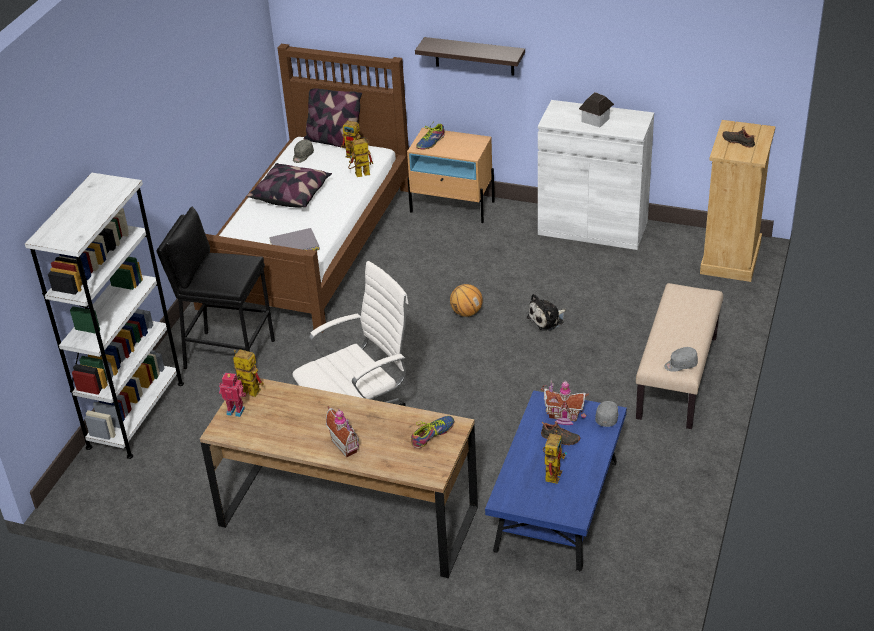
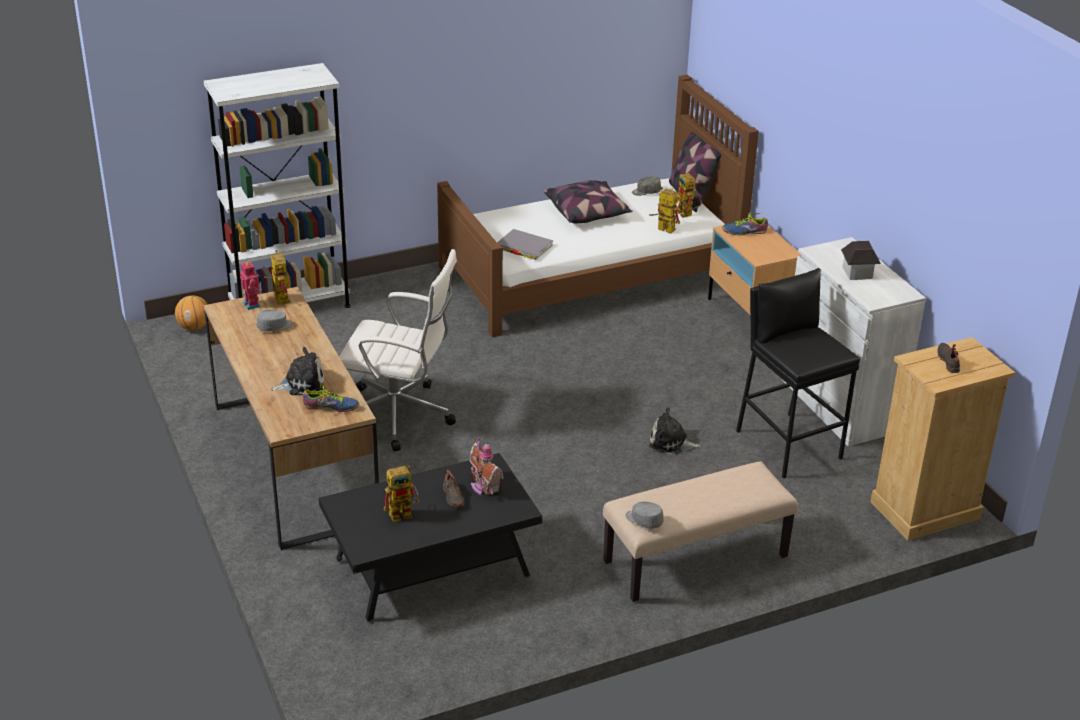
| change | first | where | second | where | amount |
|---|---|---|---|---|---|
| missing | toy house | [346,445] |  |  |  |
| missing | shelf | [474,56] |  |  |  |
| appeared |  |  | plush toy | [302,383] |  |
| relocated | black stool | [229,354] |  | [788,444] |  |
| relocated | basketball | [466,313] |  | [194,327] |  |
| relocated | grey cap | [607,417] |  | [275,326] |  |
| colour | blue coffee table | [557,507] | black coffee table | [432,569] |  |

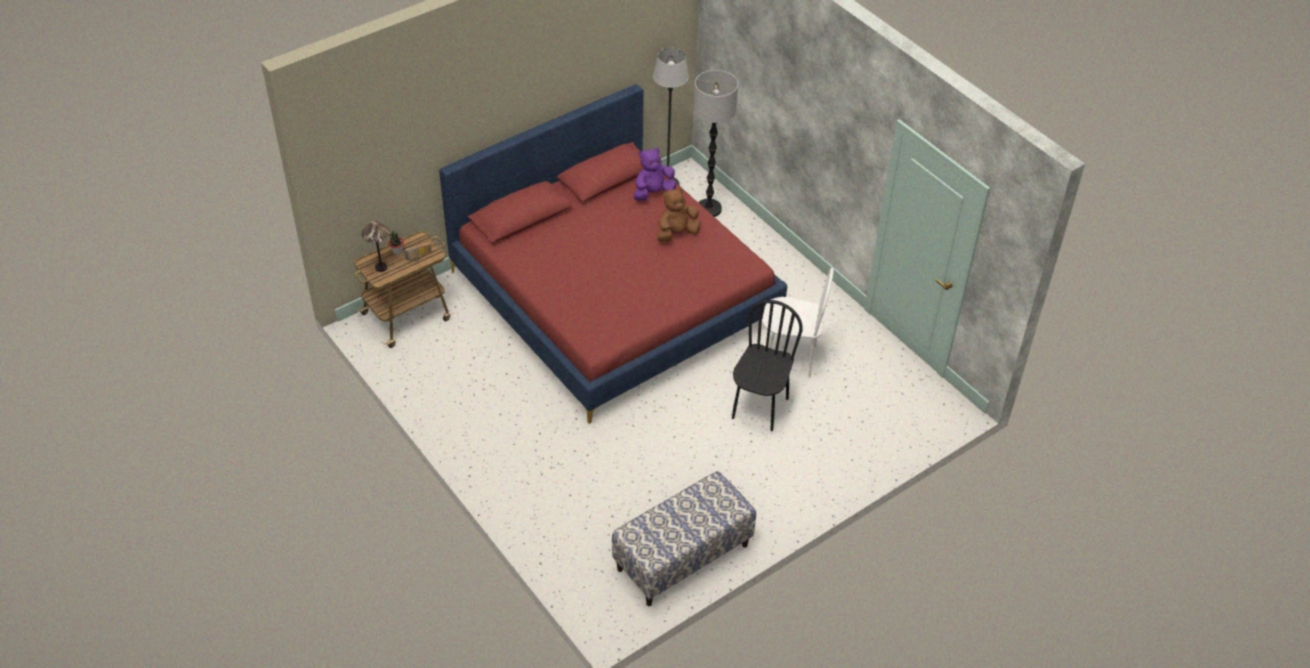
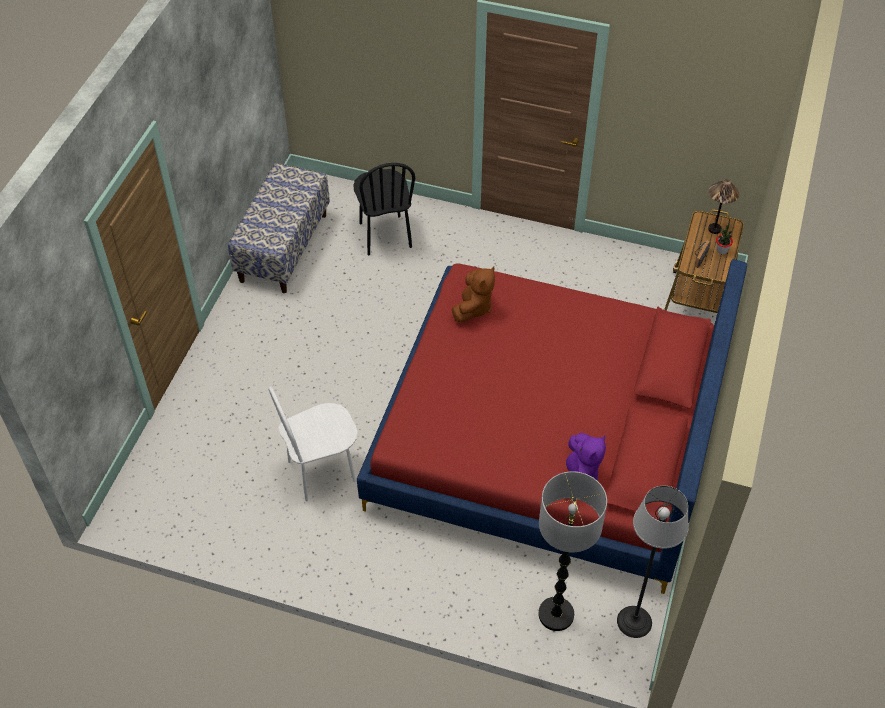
| change | first | where | second | where | amount |
|---|---|---|---|---|---|
| relocated | brown plush toy | [676,233] |  | [473,307] |  |
| relocated | black chair | [759,408] |  | [384,235] |  |

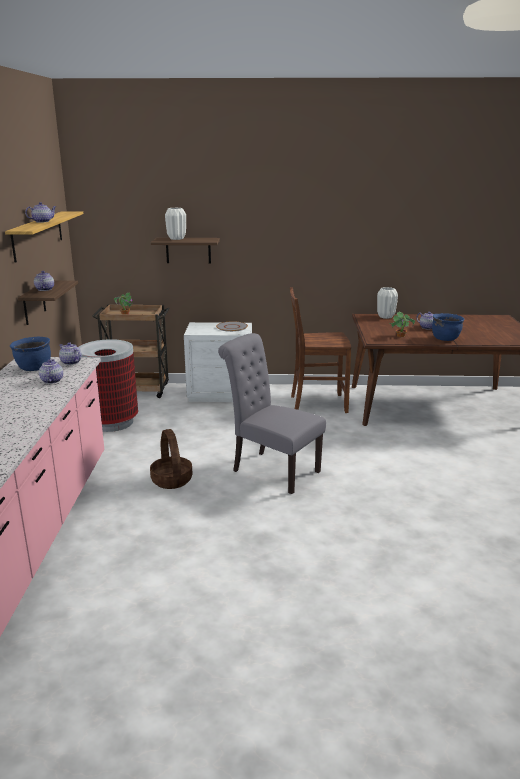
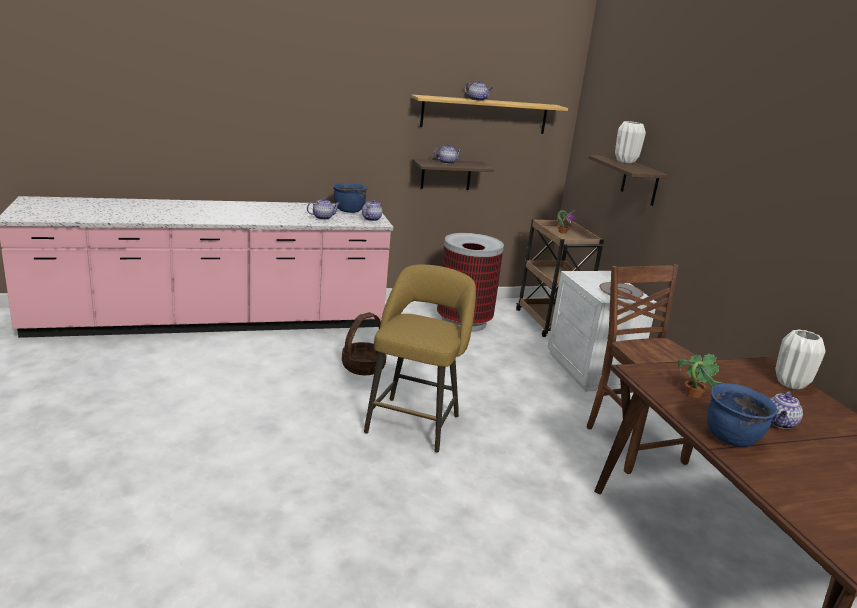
| change | first | where | second | where | amount |
|---|---|---|---|---|---|
| exchanged | grey chair | [271,470] | yellow stool | [414,421] |  |

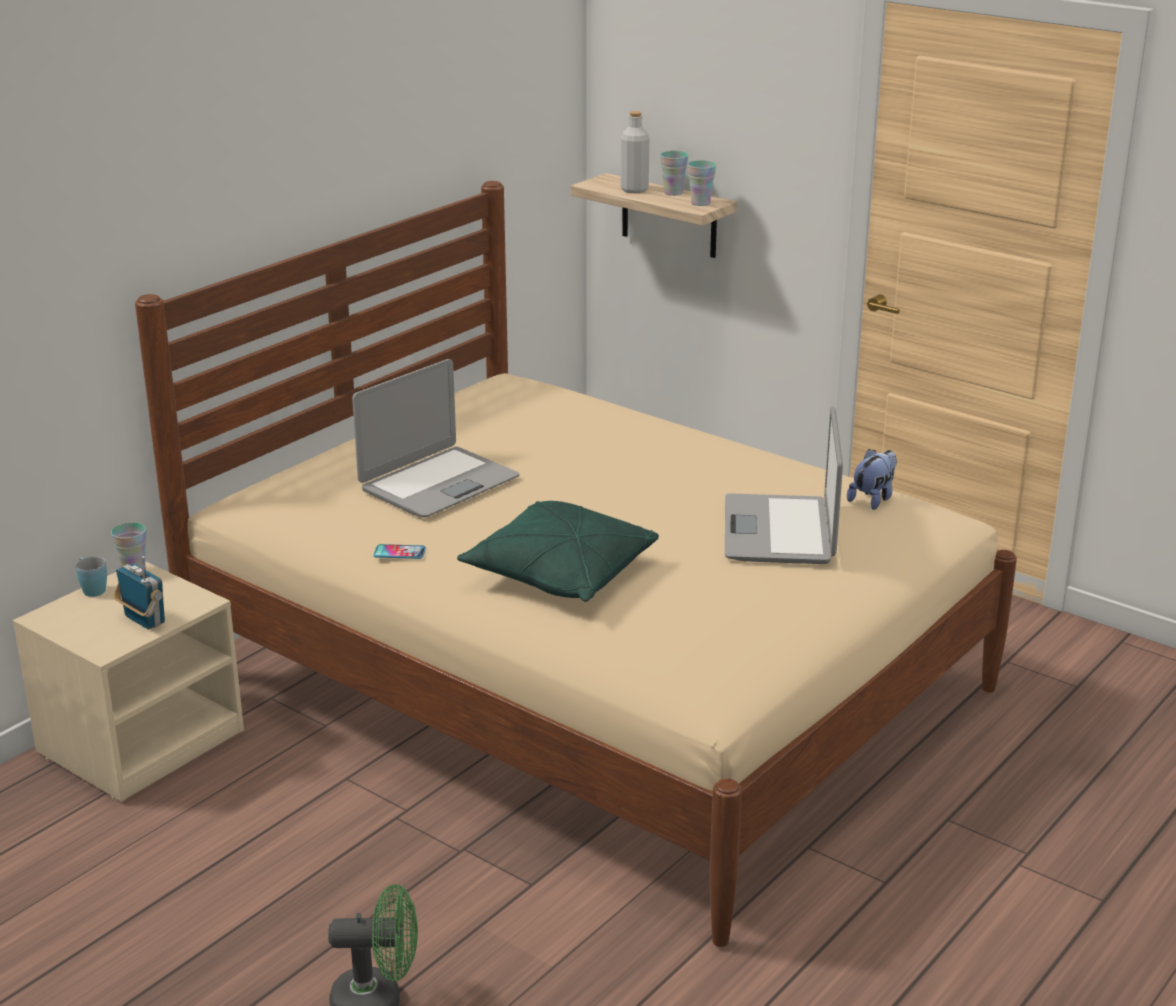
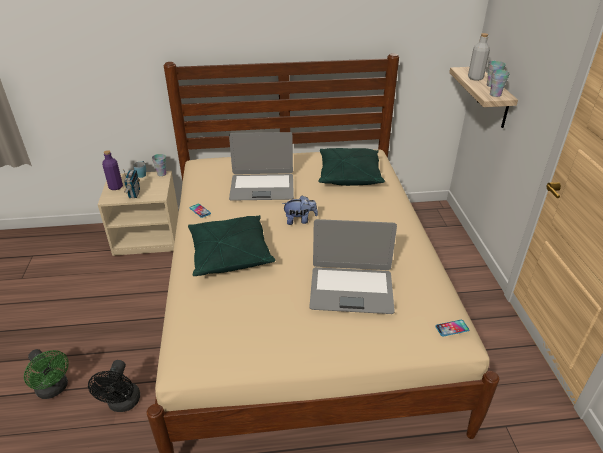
| change | first | where | second | where | amount |
|---|---|---|---|---|---|
| appeared |  |  | black fan | [123,404] |  |
| appeared |  |  | purple bottle | [115,187] |  |
| appeared |  |  | green pillow | [349,175] |  |
| appeared |  |  | phone | [452,328] |  |
| relocated | plush toy | [873,499] |  | [300,220] |  |
| spun | laptop | [780,531] |  | [351,290] | 135 degrees counterclockwise |

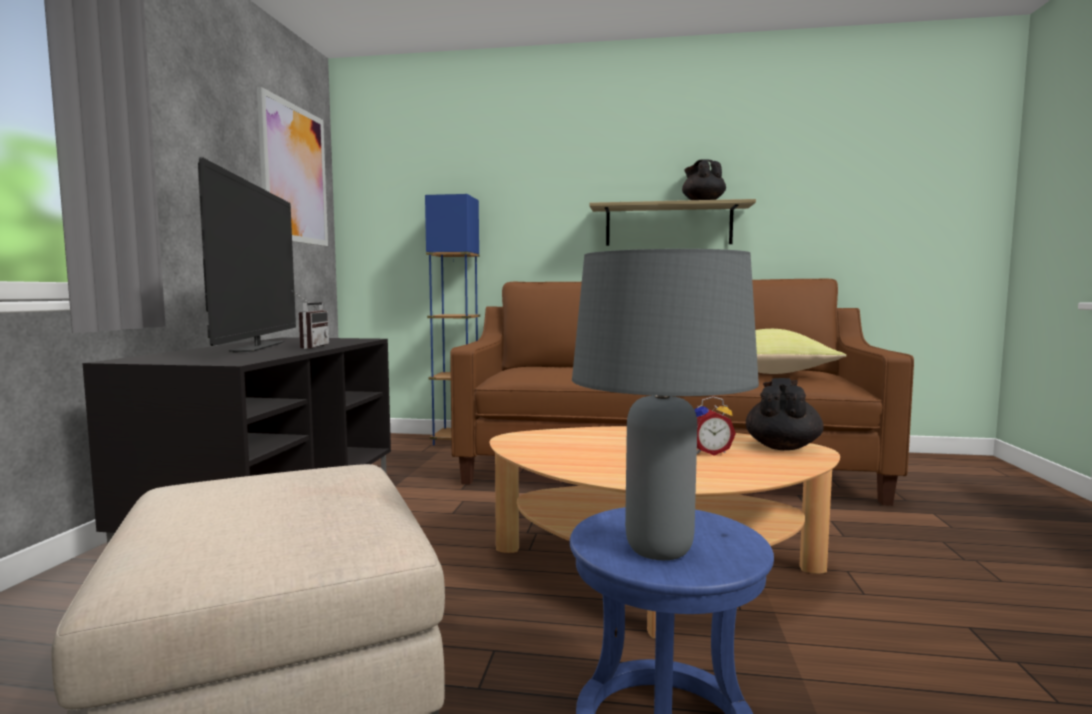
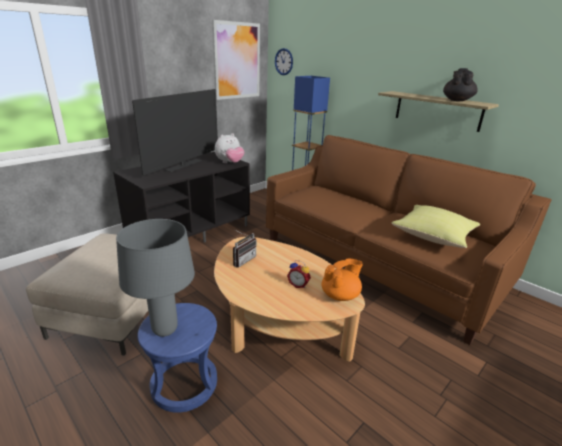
| change | first | where | second | where | amount |
|---|---|---|---|---|---|
| appeared |  |  | plush toy | [230,163] |  |
| appeared |  |  | wall clock | [284,61] |  |
| relocated | radio | [309,347] |  | [242,260] |  |
| colour | black teapot | [782,447] | orange teapot | [340,295] |  |

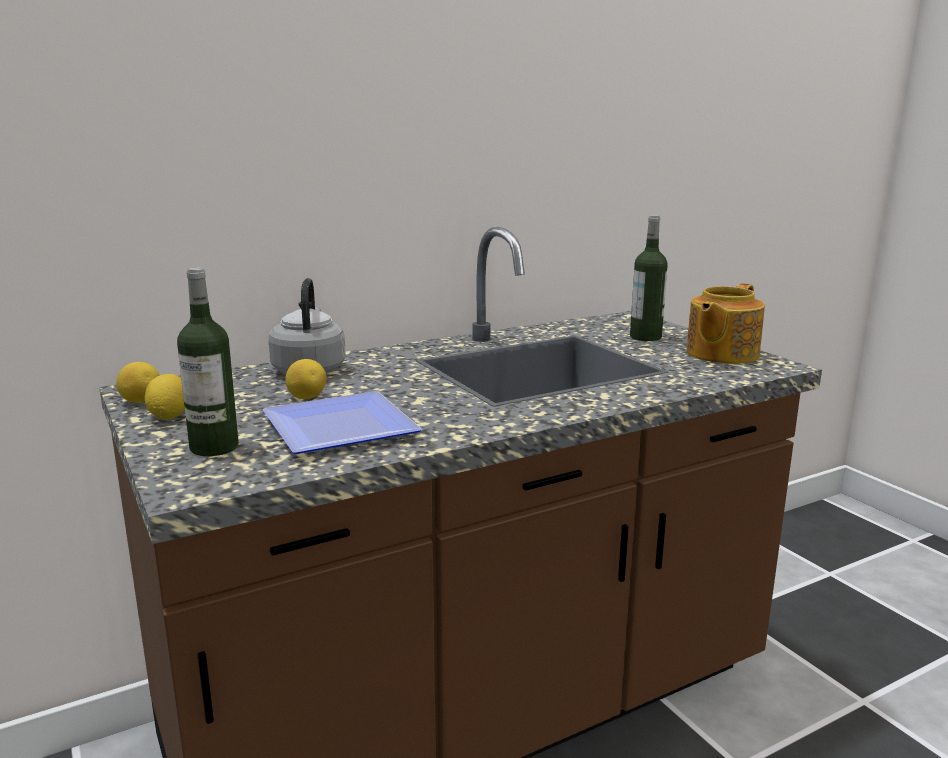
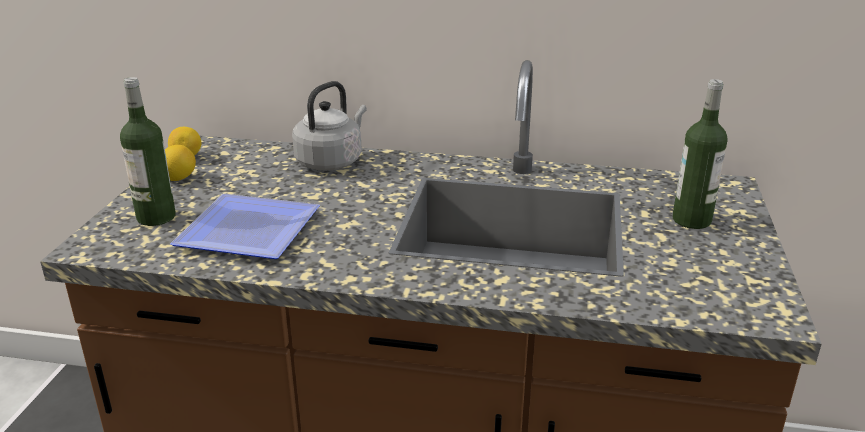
| change | first | where | second | where | amount |
|---|---|---|---|---|---|
| missing | lemon | [306,398] |  |  |  |
| missing | teapot | [720,354] |  |  |  |

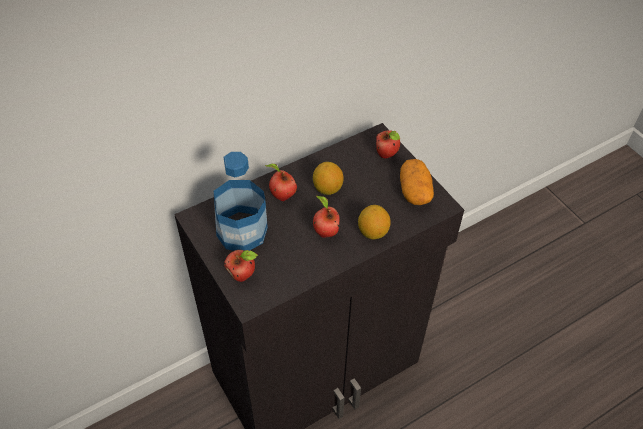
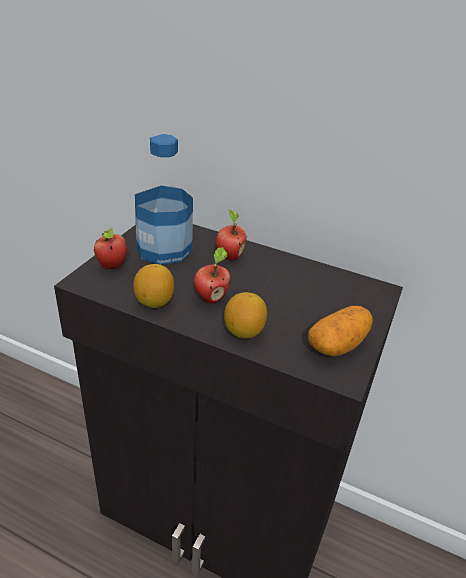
| change | first | where | second | where | amount |
|---|---|---|---|---|---|
| missing | apple | [387,155] |  |  |  |
| relocated | lemon | [327,188] |  | [154,302] |  |

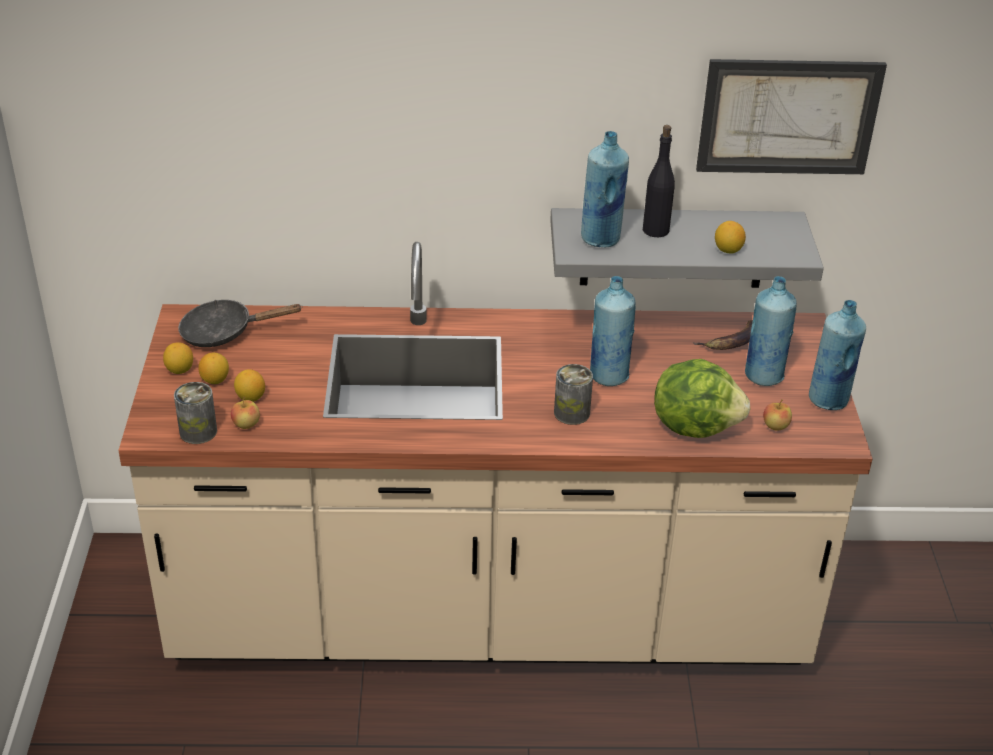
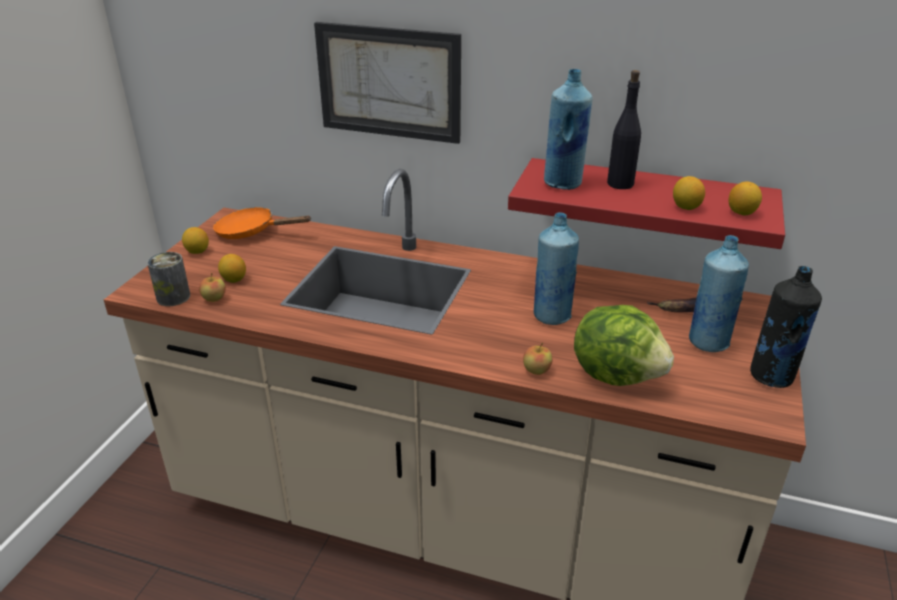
| change | first | where | second | where | amount |
|---|---|---|---|---|---|
| missing | can | [571,413] |  |  |  |
| relocated | lemon | [215,380] |  | [741,213] |  |
| relocated | picture | [788,116] |  | [389,82] |  |
| relocated | apple | [775,426] |  | [536,370] |  |
| colour | black frying pan | [224,332] | orange frying pan | [252,232] |  |
| colour | grey shelf | [673,247] | red shelf | [645,212] |  |
| colour | blue bottle | [828,400] | black bottle | [772,376] |  |

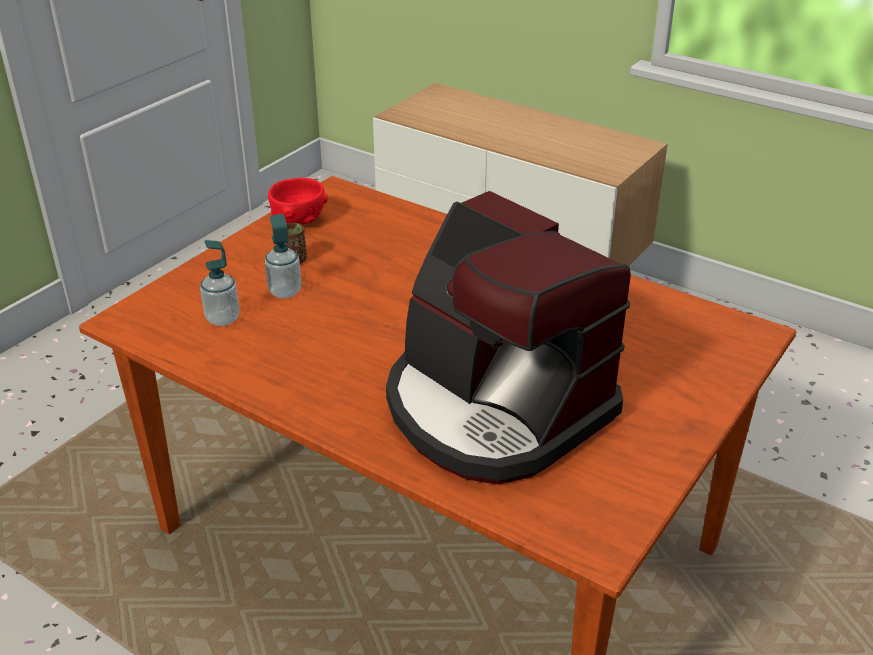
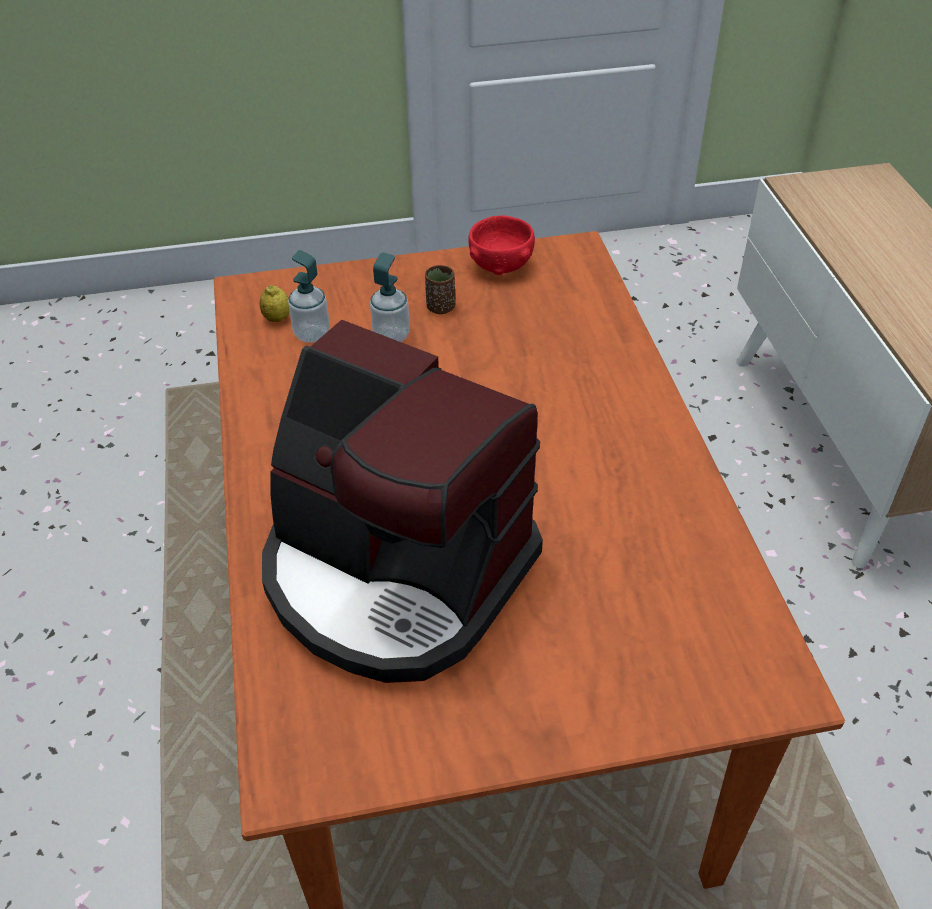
| change | first | where | second | where | amount |
|---|---|---|---|---|---|
| appeared |  |  | lemon | [277,318] |  |
| spun | coffee machine | [494,409] |  | [395,574] | 60 degrees counterclockwise |

